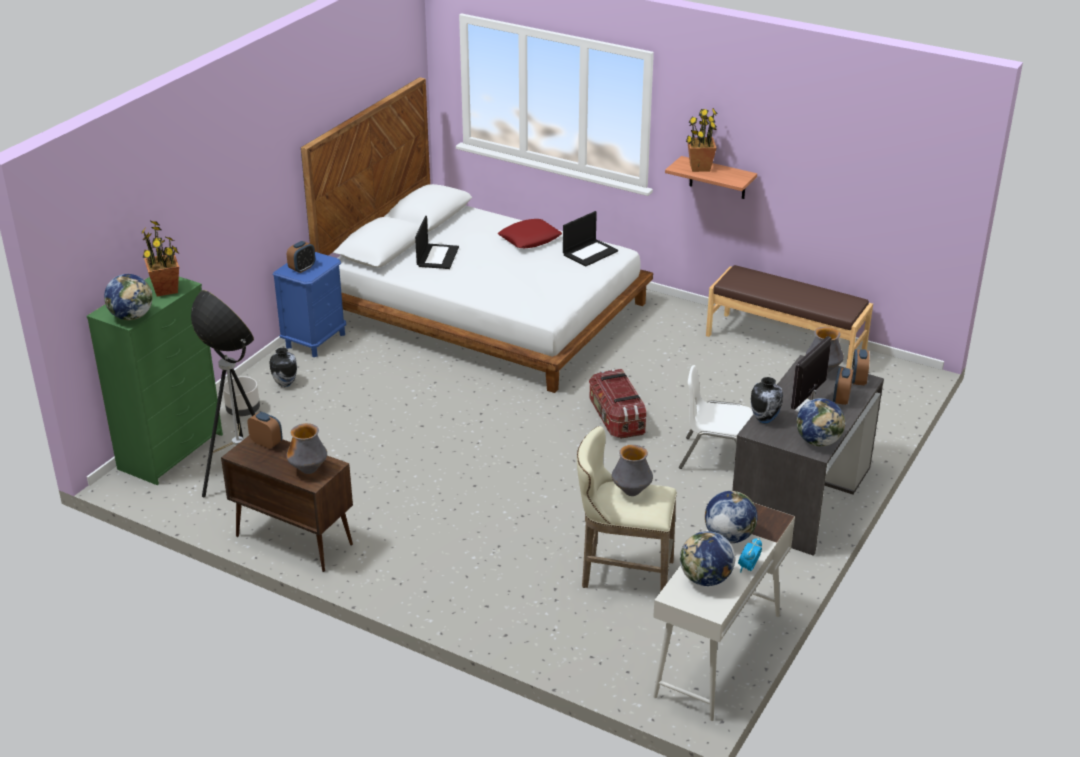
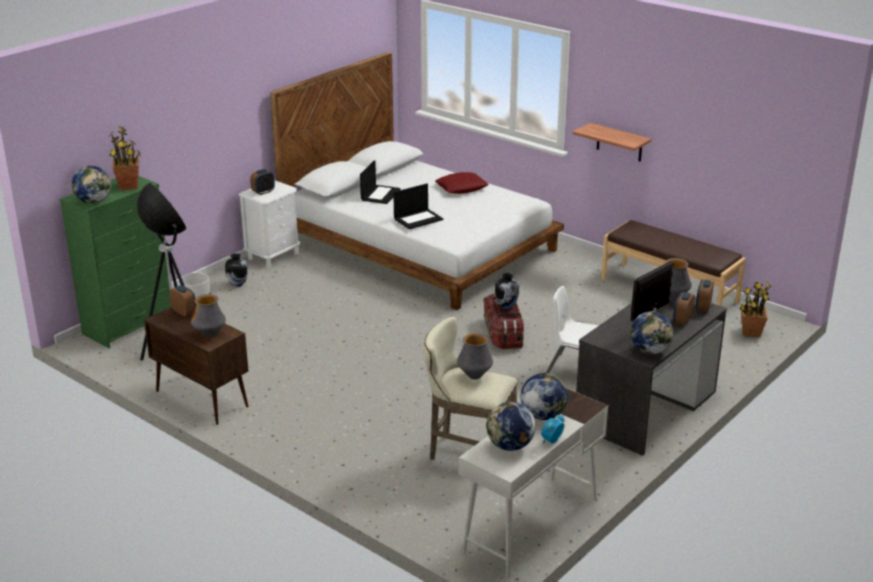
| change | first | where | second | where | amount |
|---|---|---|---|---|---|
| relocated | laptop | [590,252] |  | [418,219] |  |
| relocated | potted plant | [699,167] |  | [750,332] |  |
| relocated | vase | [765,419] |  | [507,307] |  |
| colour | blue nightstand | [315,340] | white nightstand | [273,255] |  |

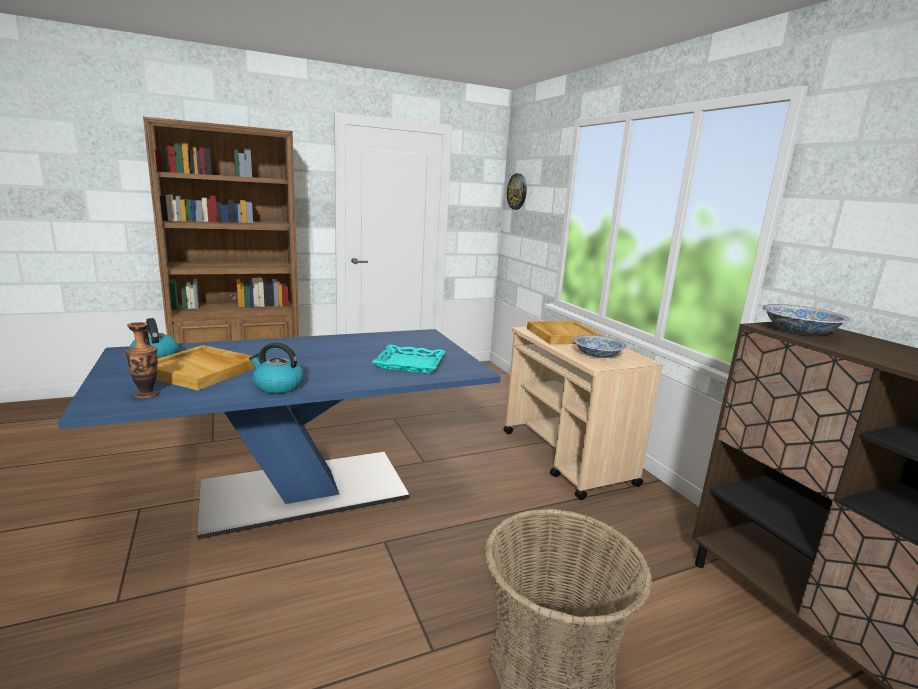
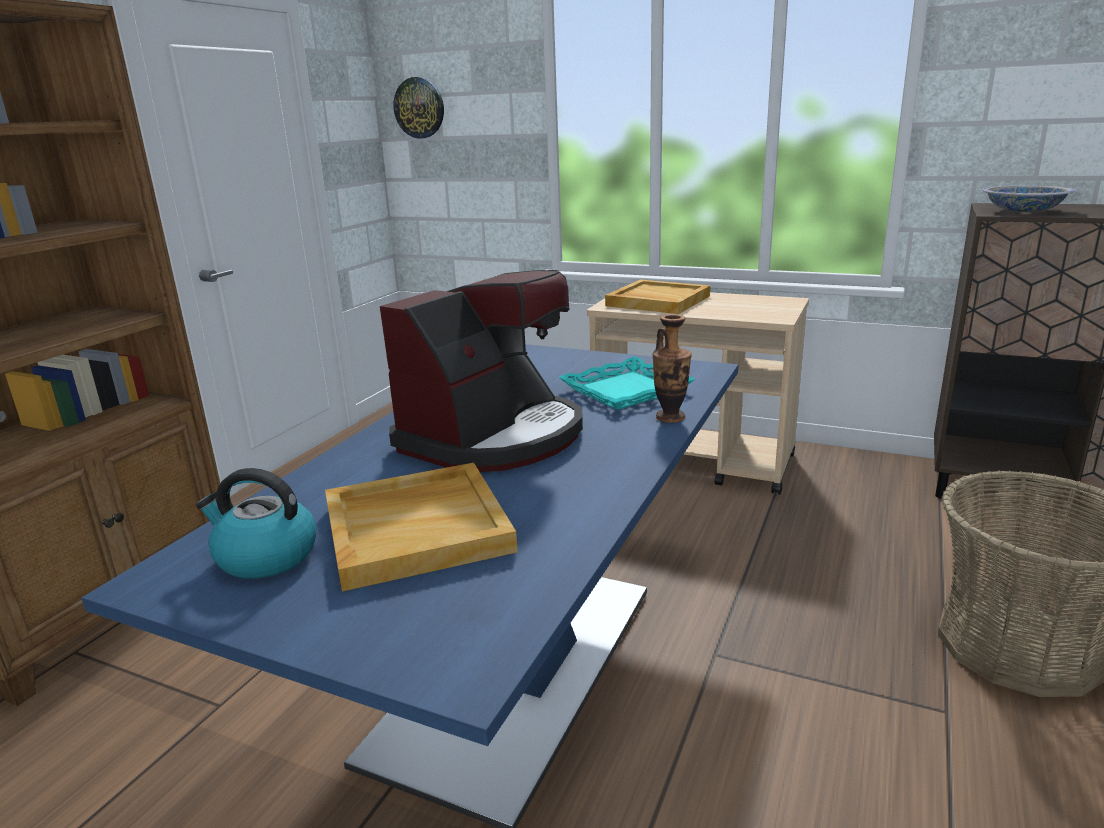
| change | first | where | second | where | amount |
|---|---|---|---|---|---|
| missing | kettle | [277,386] |  |  |  |
| missing | bowl | [597,355] |  |  |  |
| appeared |  |  | coffee machine | [494,437] |  |
| relocated | vase | [147,395] |  | [670,417] |  |

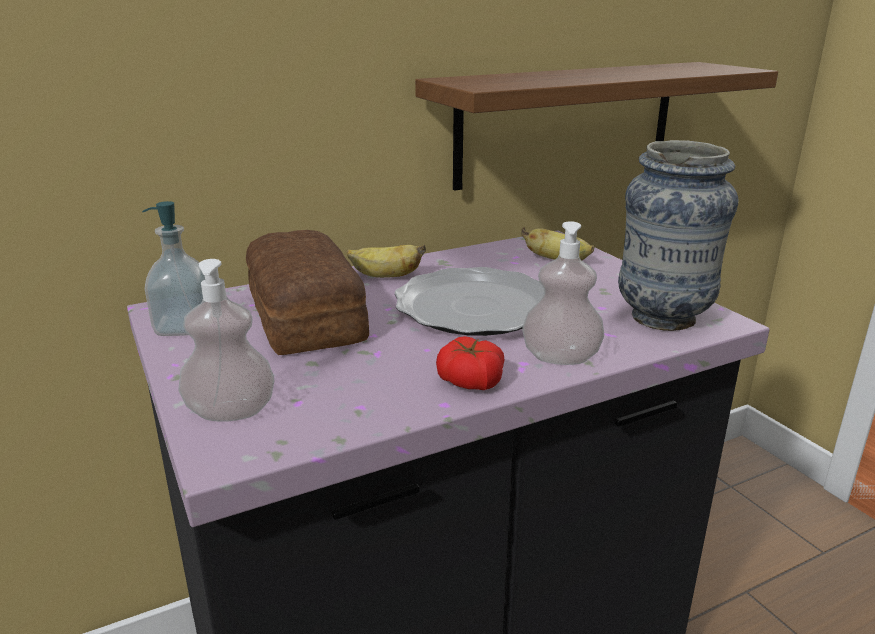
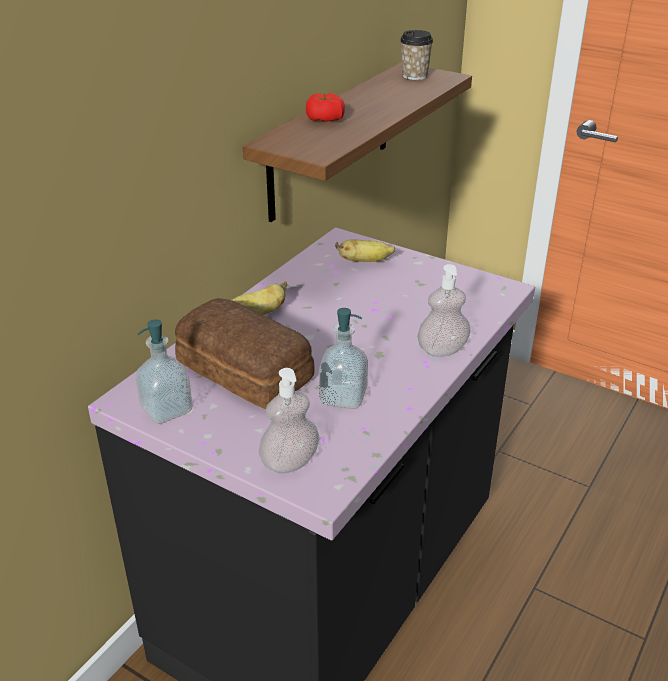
| change | first | where | second | where | amount |
|---|---|---|---|---|---|
| missing | plate | [475,308] |  |  |  |
| missing | vase | [663,318] |  |  |  |
| appeared |  |  | soap dispenser | [343,397] |  |
| appeared |  |  | cup | [414,76] |  |
| relocated | tomato | [470,381] |  | [325,119] |  |

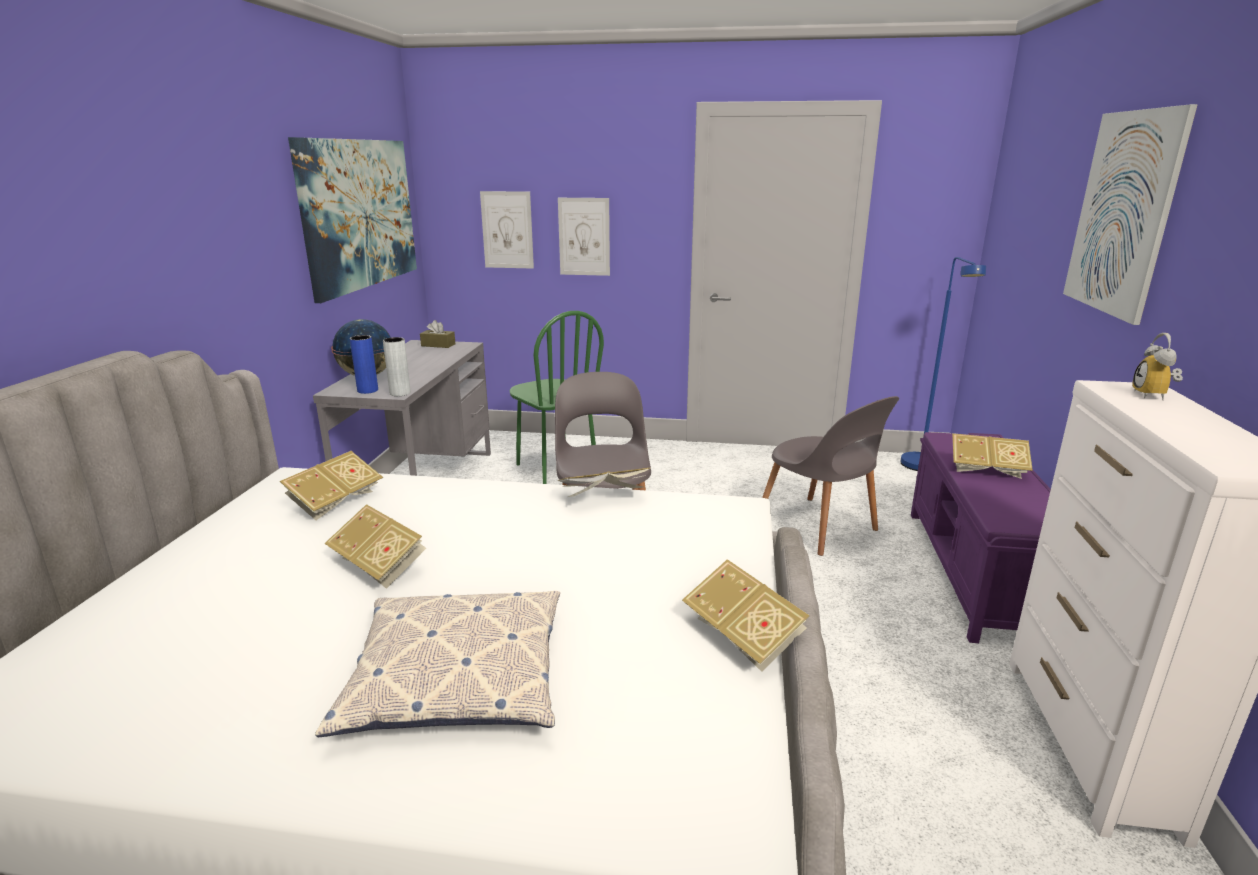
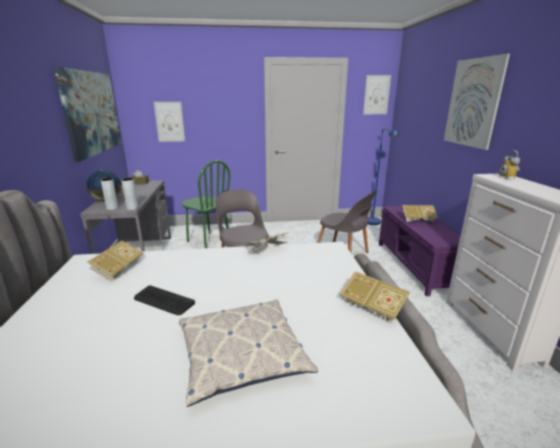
| change | first | where | second | where | amount |
|---|---|---|---|---|---|
| relocated | picture | [584,237] |  | [376,95] |  |
| exchanged | book | [379,565] | keyboard | [163,301] |  |
| colour | blue vase | [367,390] | grey vase | [112,208] |  |

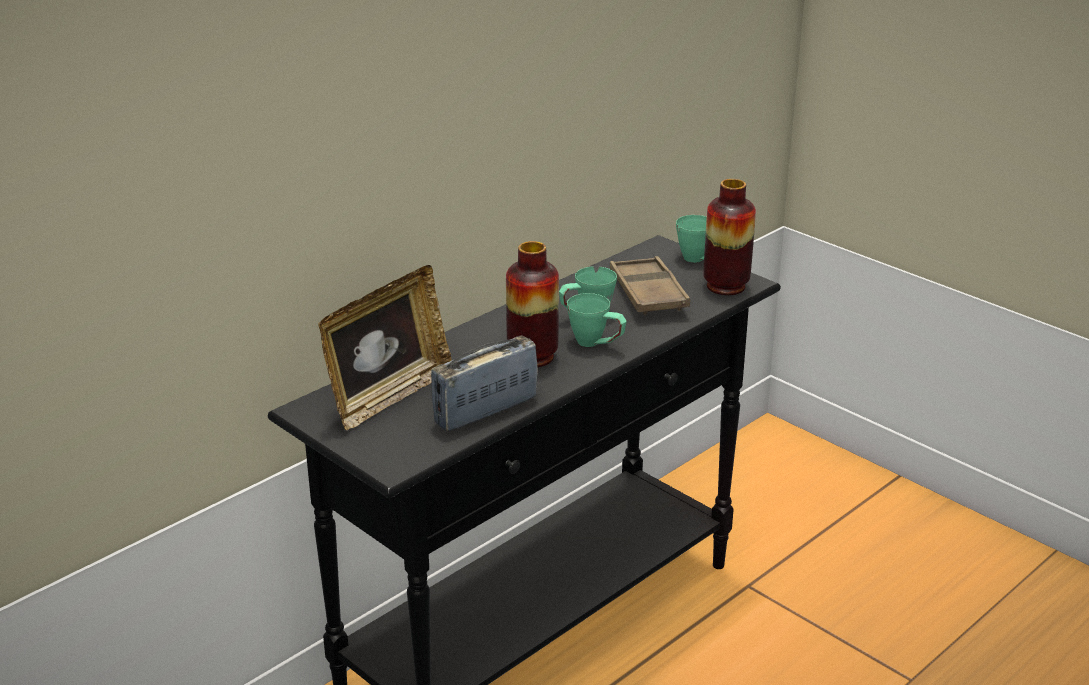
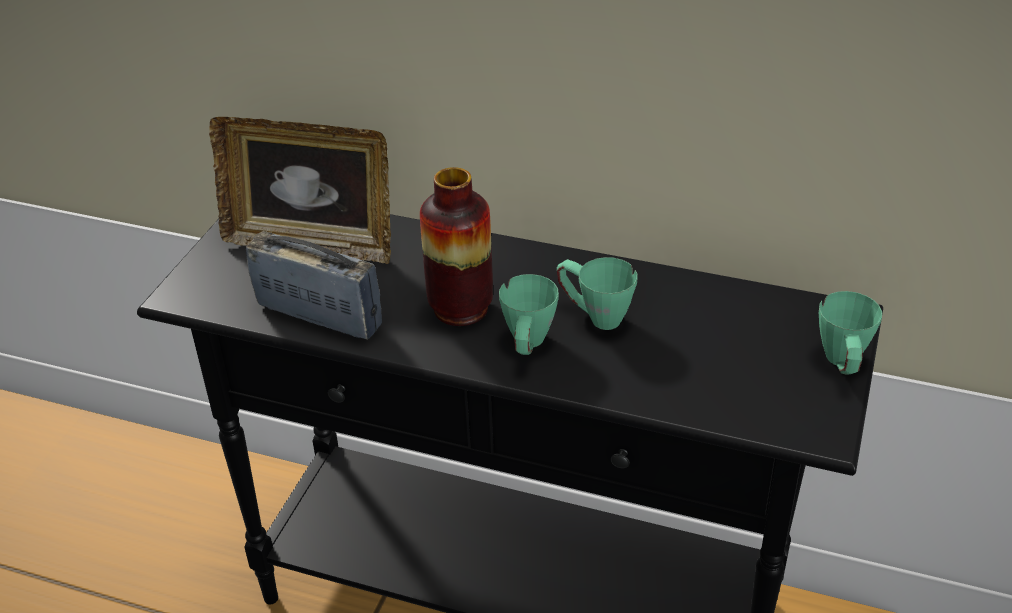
| change | first | where | second | where | amount |
|---|---|---|---|---|---|
| missing | brown tray | [648,293] |  |  |  |
| missing | vase | [726,286] |  |  |  |

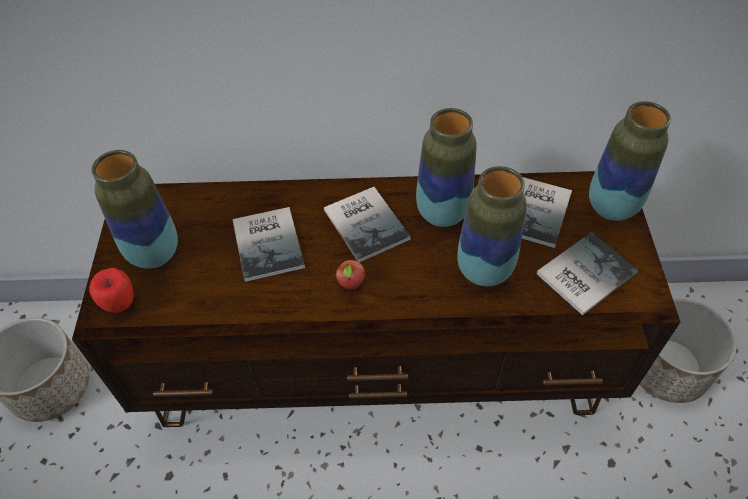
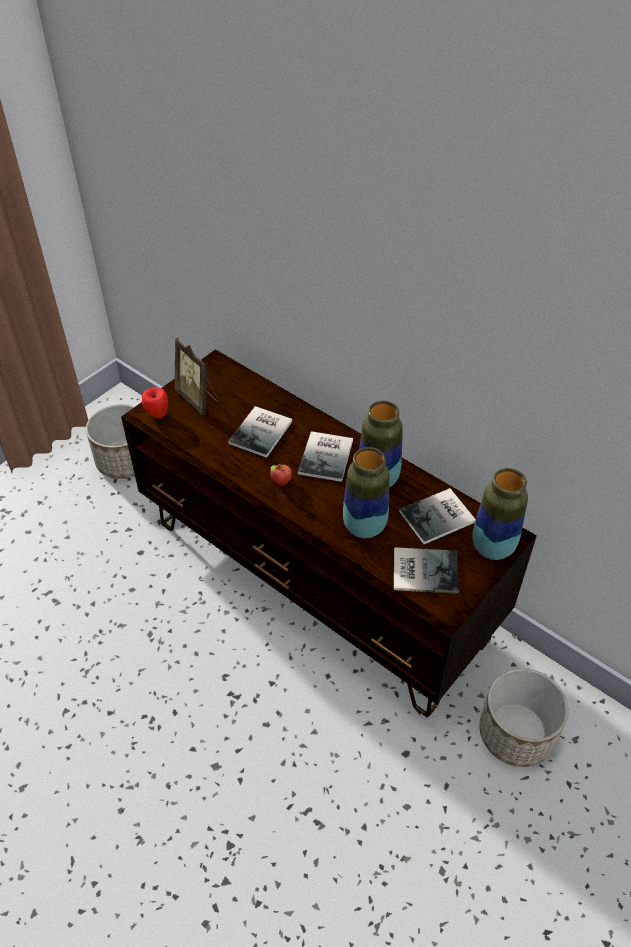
| change | first | where | second | where | amount |
|---|---|---|---|---|---|
| exchanged | vase | [154,253] | picture frame | [199,399] |  |

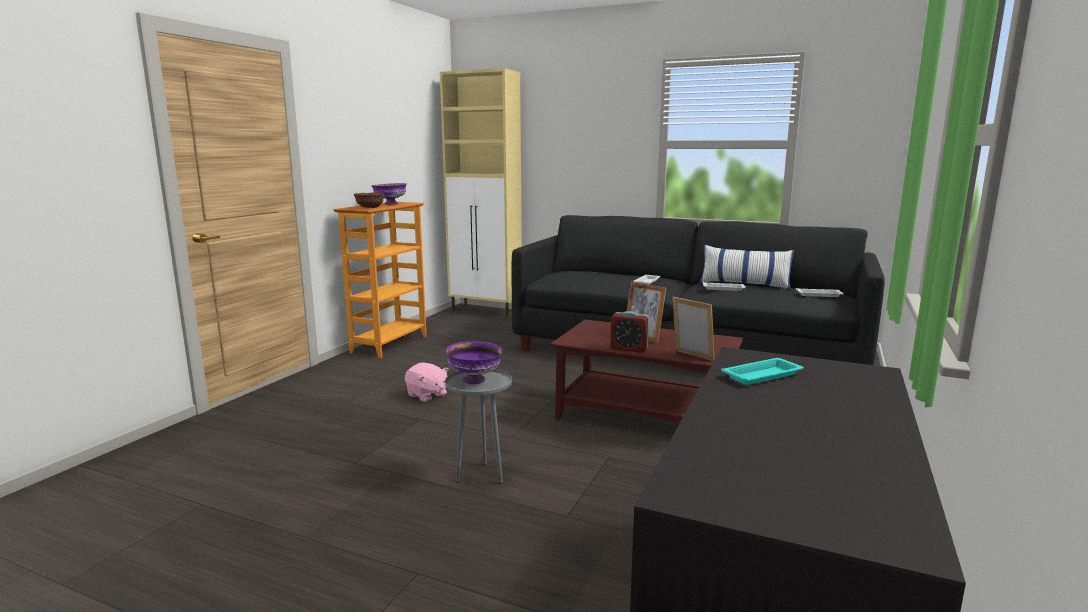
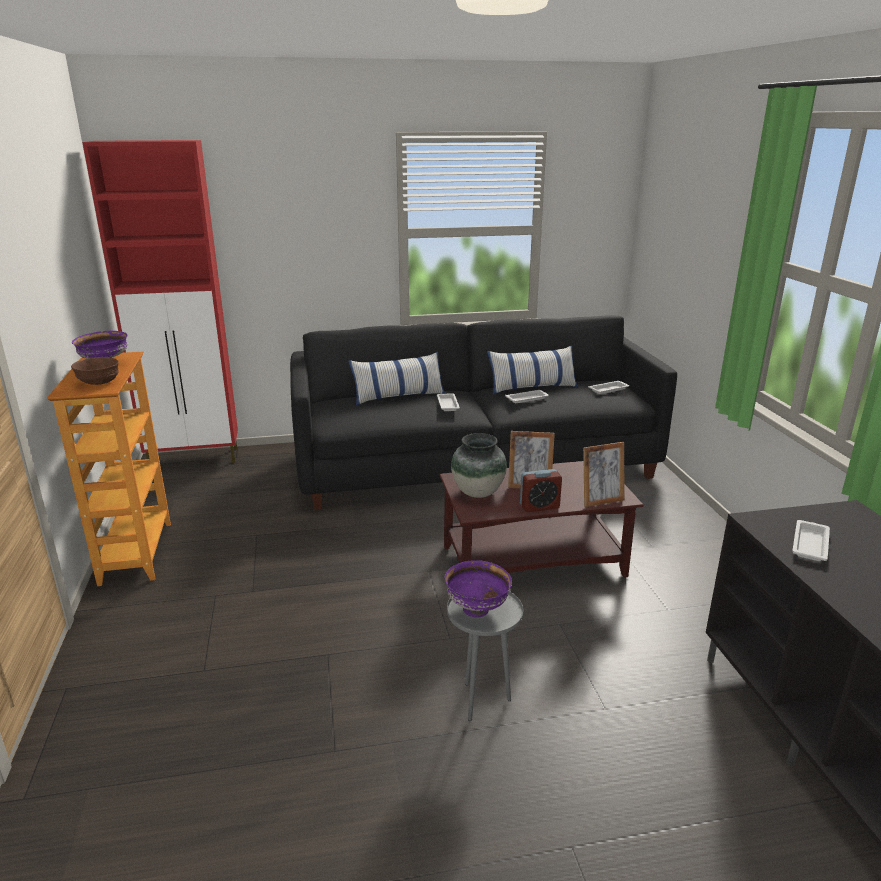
| change | first | where | second | where | amount |
|---|---|---|---|---|---|
| missing | pink plush toy | [427,395] |  |  |  |
| appeared |  |  | pillow | [398,396] |  |
| appeared |  |  | vase | [478,492] |  |
| colour | beige cabinet | [486,311] | red cabinet | [195,458] |  |
| colour | turquoise tray | [763,375] | white tray | [810,544] |  |
| spun | picture frame | [691,357] |  | [601,500] | 150 degrees clockwise |

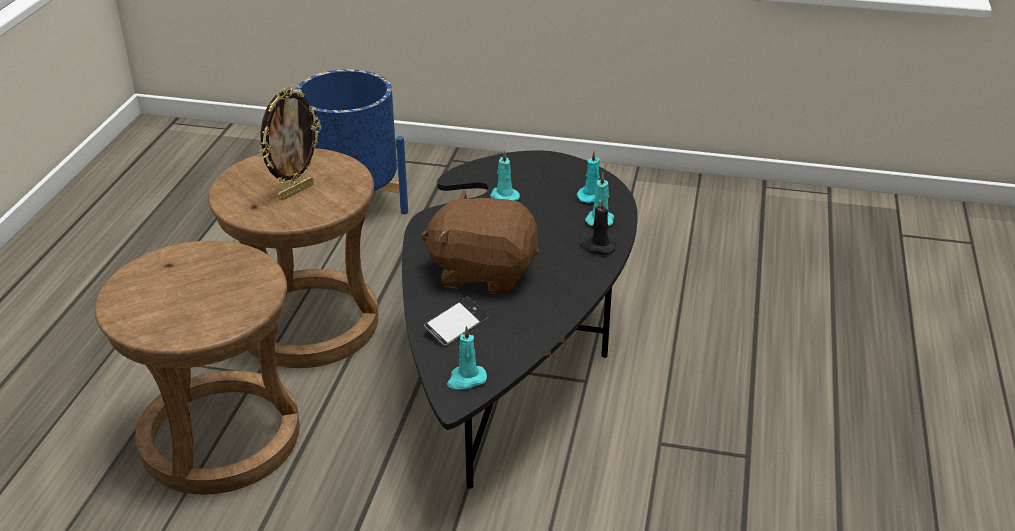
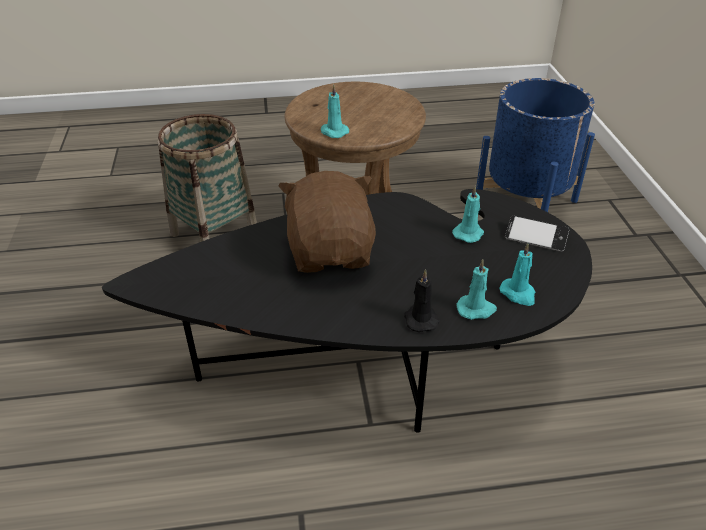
| change | first | where | second | where | amount |
|---|---|---|---|---|---|
| missing | picture frame | [295,191] |  |  |  |
| relocated | phone | [456,326] |  | [535,238] |  |
| relocated | turquoise candle | [466,379] |  | [333,132] |  |
| exchanged | brown stool | [221,437] | basket | [214,234] |  |

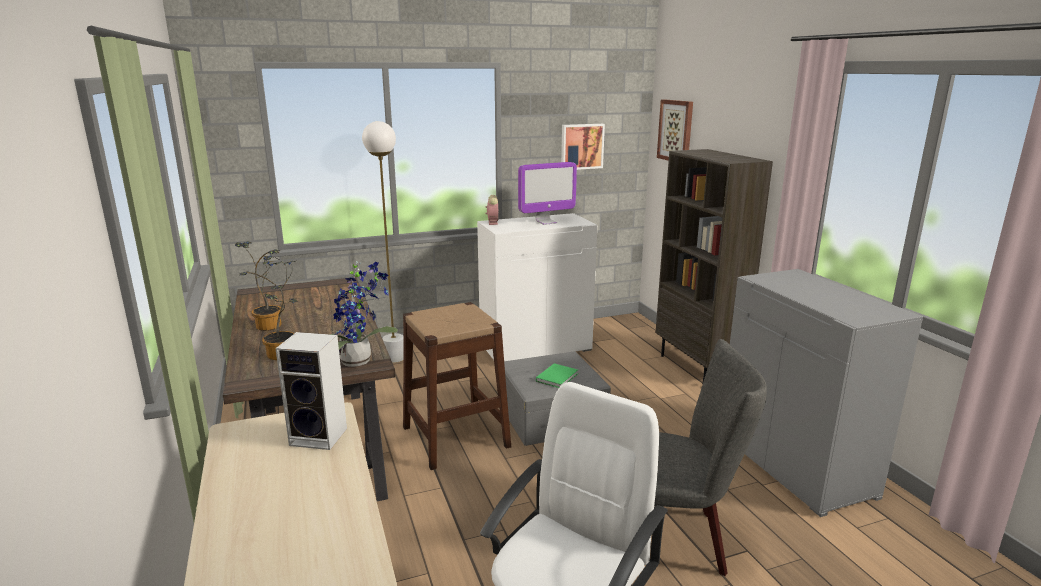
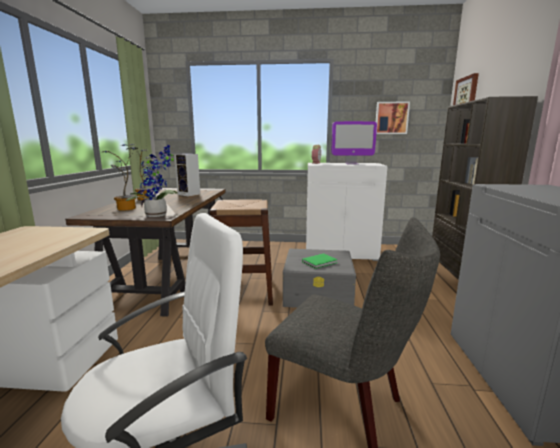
| change | first | where | second | where | amount |
|---|---|---|---|---|---|
| missing | white floor lamp | [394,358] |  |  |  |
| relocated | speaker | [321,436] |  | [190,194] |  |

